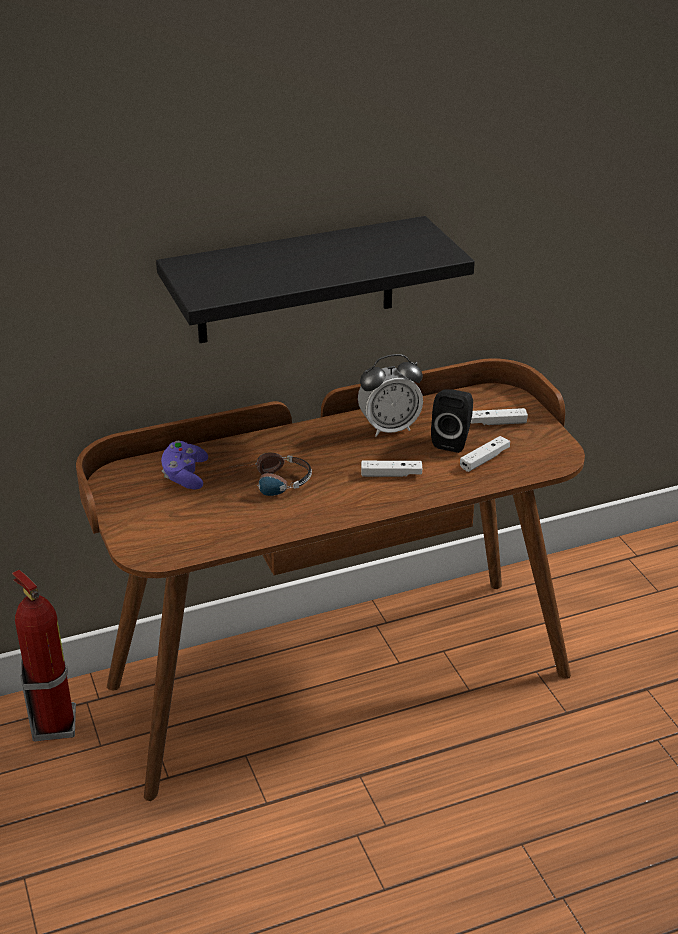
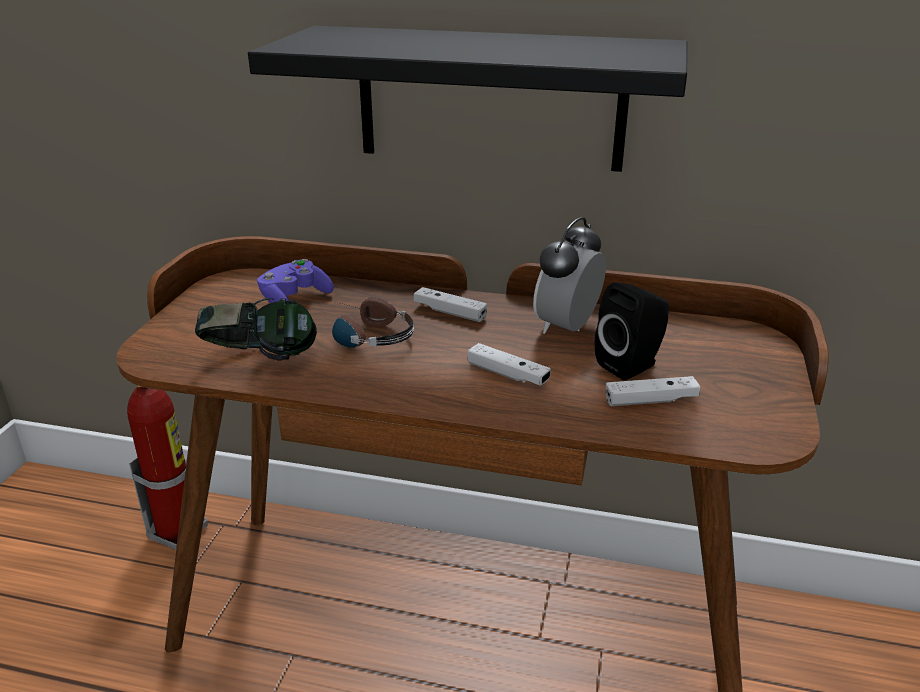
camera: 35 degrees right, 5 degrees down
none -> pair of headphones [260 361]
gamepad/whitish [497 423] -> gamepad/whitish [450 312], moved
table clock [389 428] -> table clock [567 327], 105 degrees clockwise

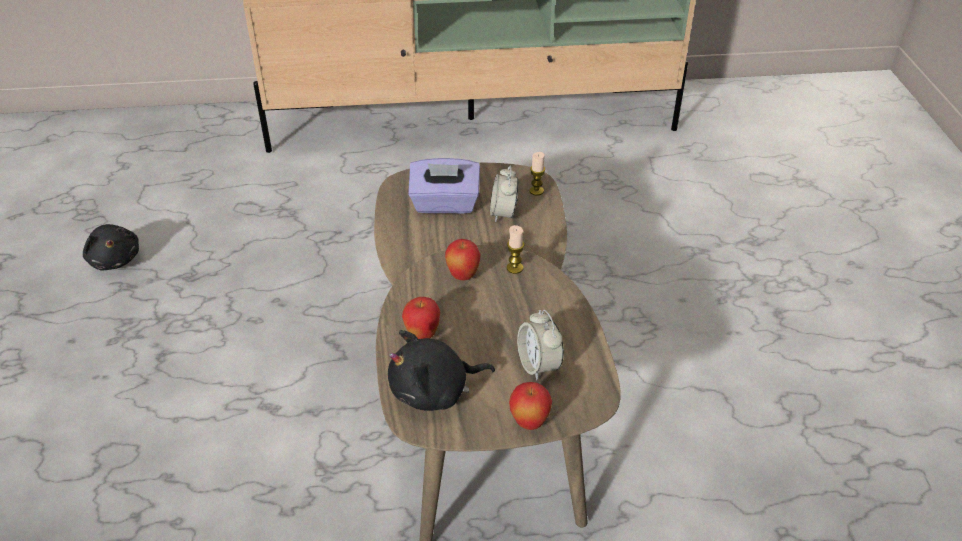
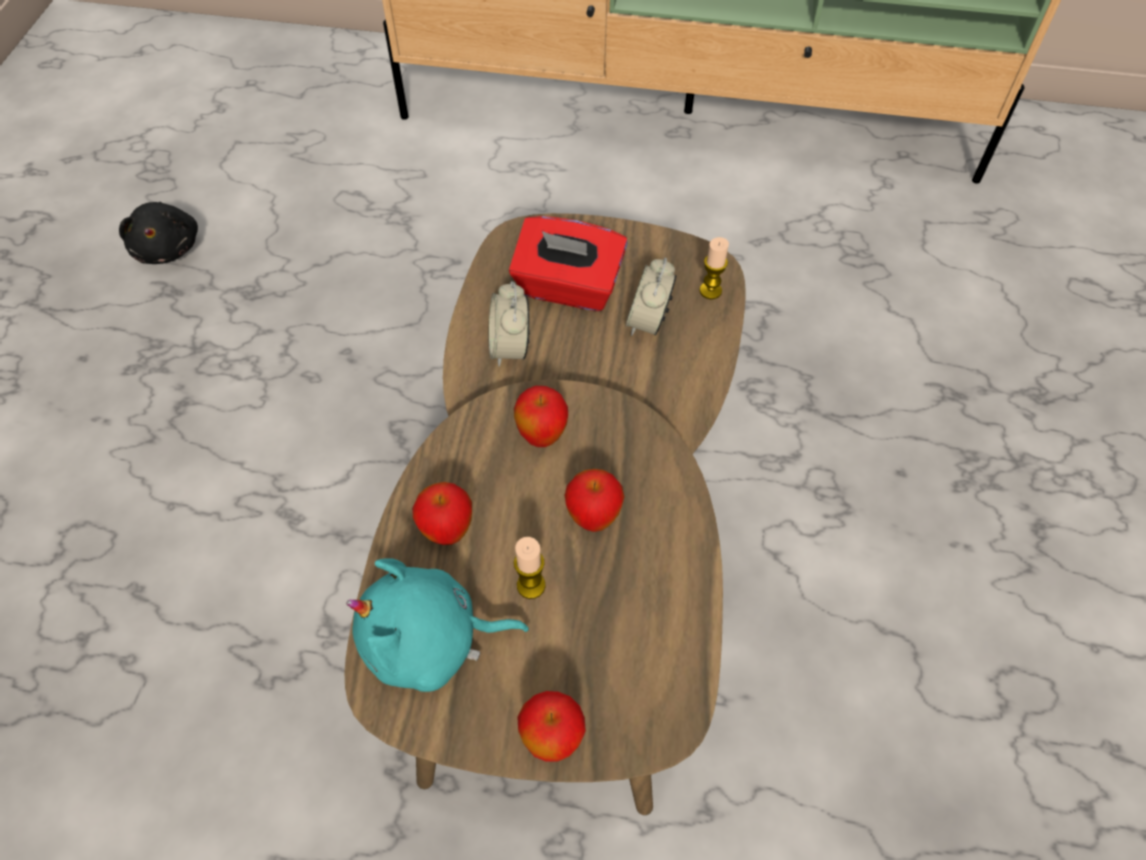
camera: 15 degrees right, 15 degrees up
soft toy/blackish [434 391] -> soft toy/turquoise-coloured [431 642]
table clock [538 365] -> table clock [510 348], moved
box of tissues/purple [445 204] -> box of tissues/red [568 288]
wax light [514 268] -> wax light [531 585], moved
none -> apple fruit [593 518]

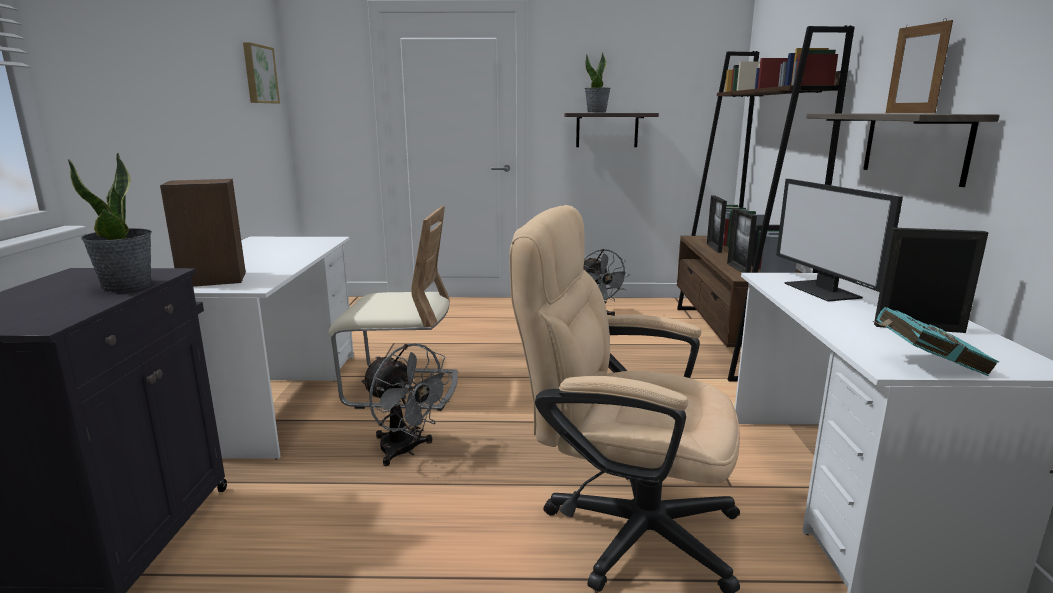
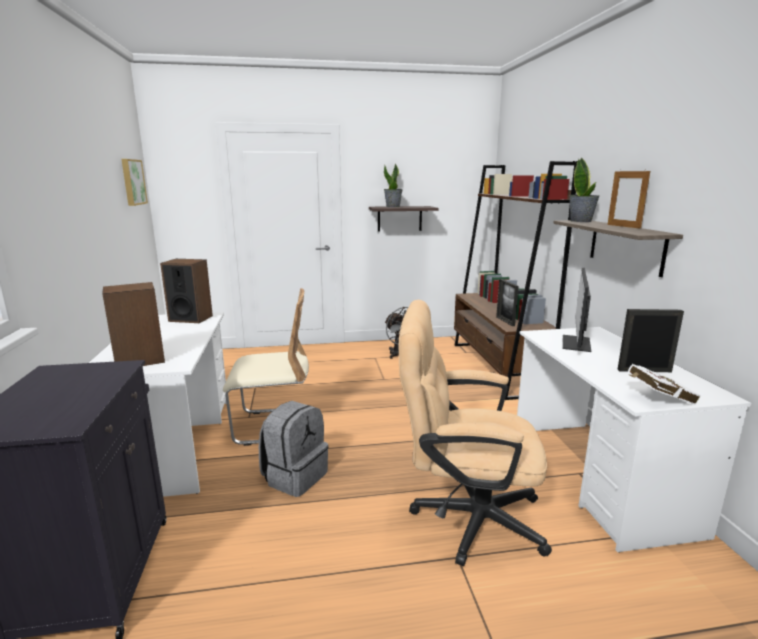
camera: 10 degrees left, 0 degrees up
none -> audio speaker [190 318]
fan/grey [405 451] -> backpack/grey [295 476]
computer screen [823 290] -> computer screen [577 343], 45 degrees clockwise
houseplant [128 286] -> houseplant [581 221], moved
volume/turquoise-coloured [924 363] -> volume/whitish [657 398]
photo frame [714 248] -> none

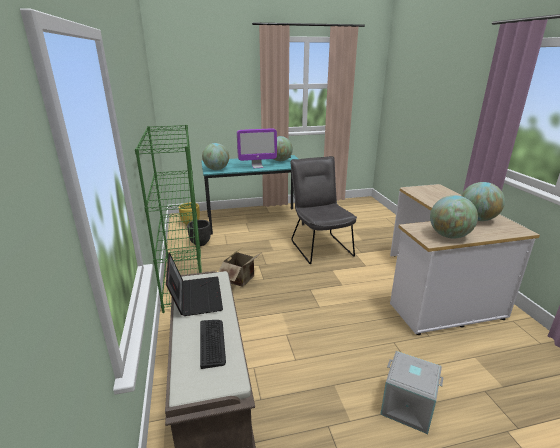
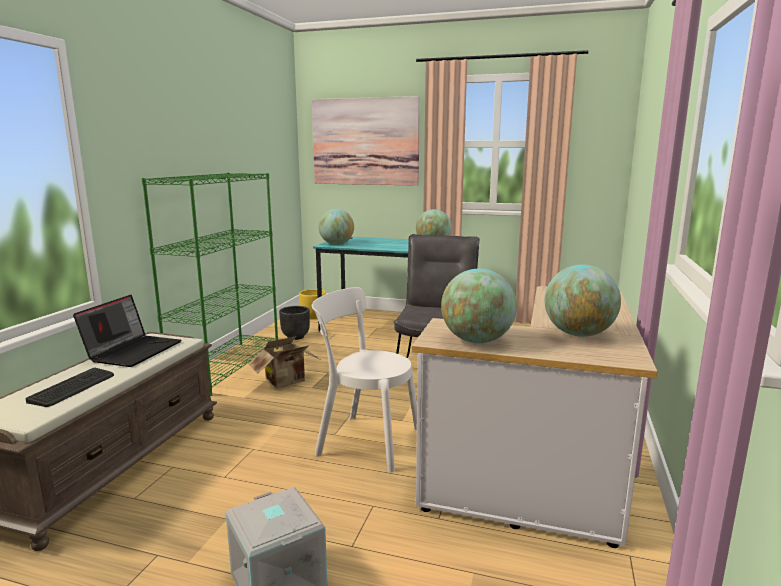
camera: 30 degrees right, 10 degrees down
none -> picture [365 142]
none -> plain chair/whitish [364 441]
computer screen [257 166] -> none

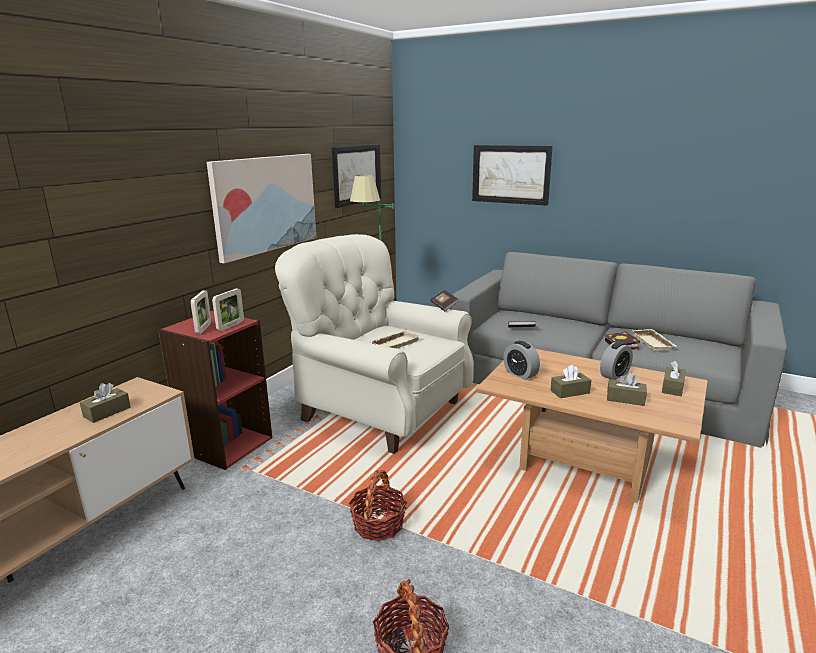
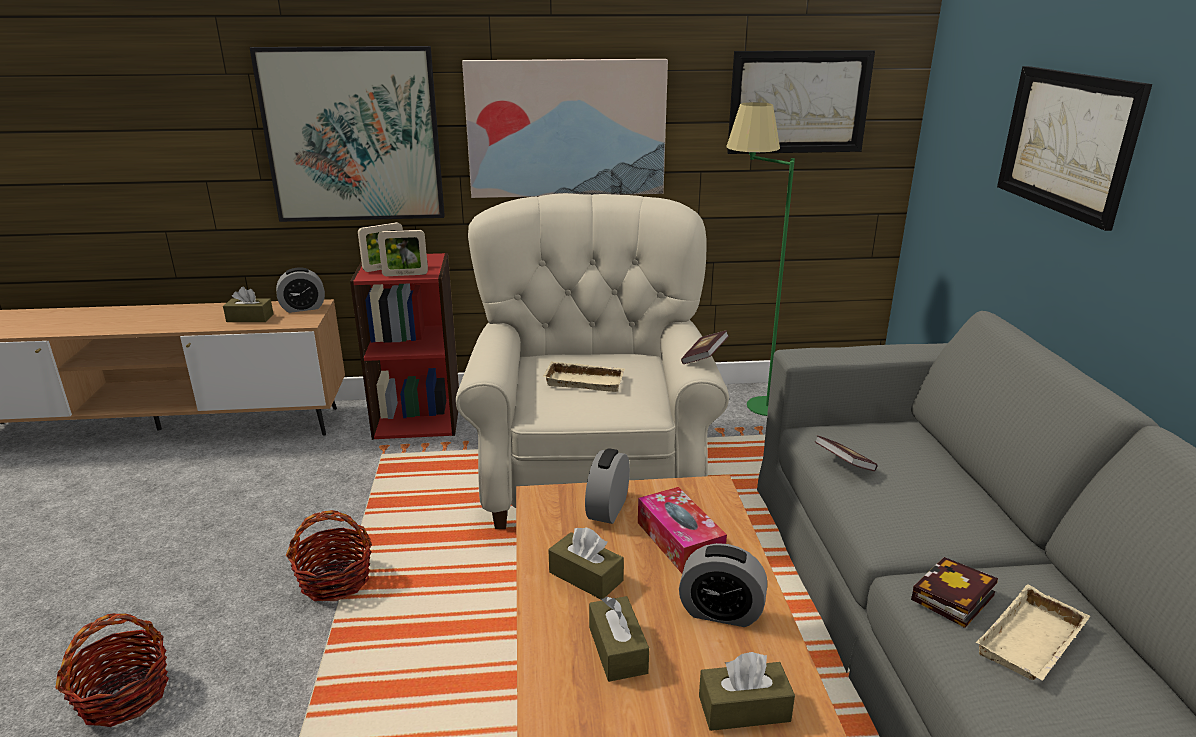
camera: 55 degrees right, 5 degrees up
none -> picture [353 135]
none -> table clock [303 308]
none -> box of tissues [679 541]

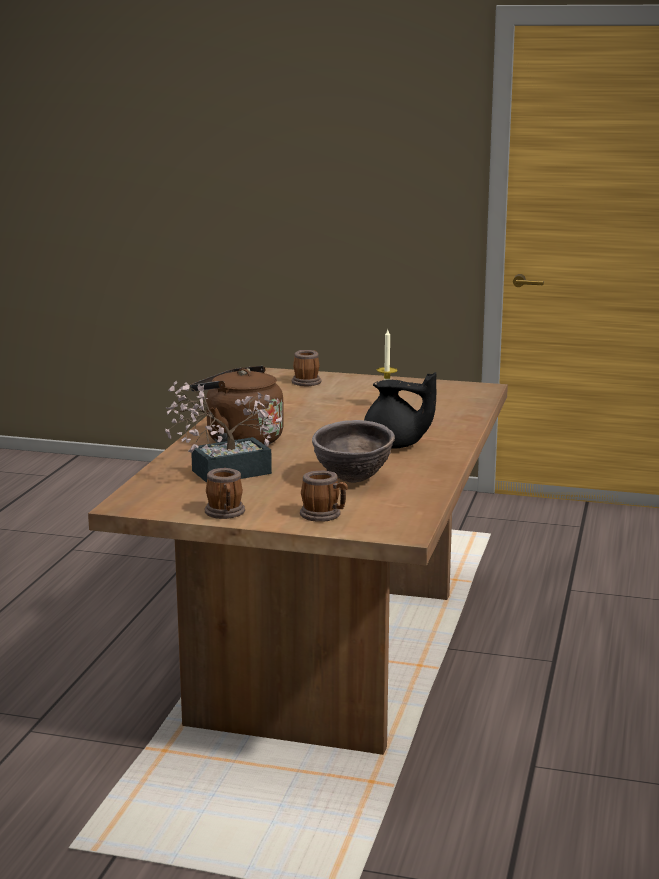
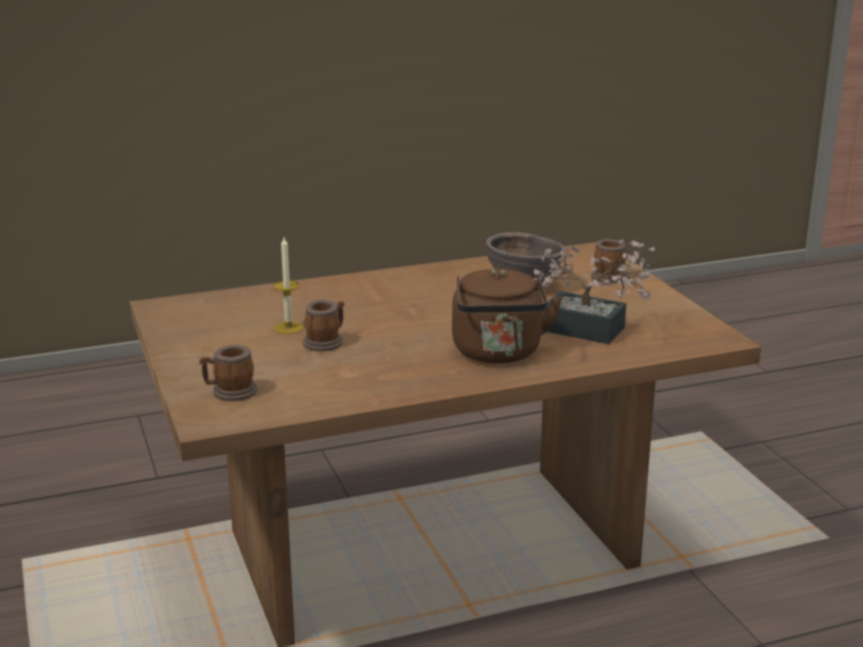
camera: 125 degrees left, 5 degrees up
tea mug [225 513] -> tea mug [326 342], moved
tea pot/blackish [395 445] -> none

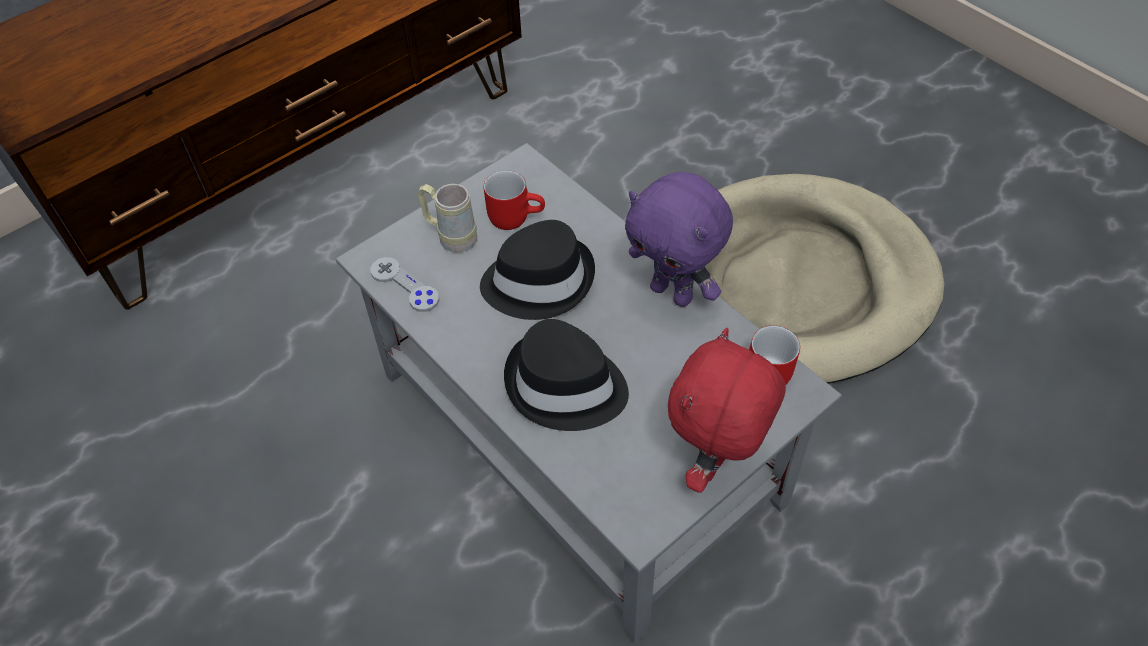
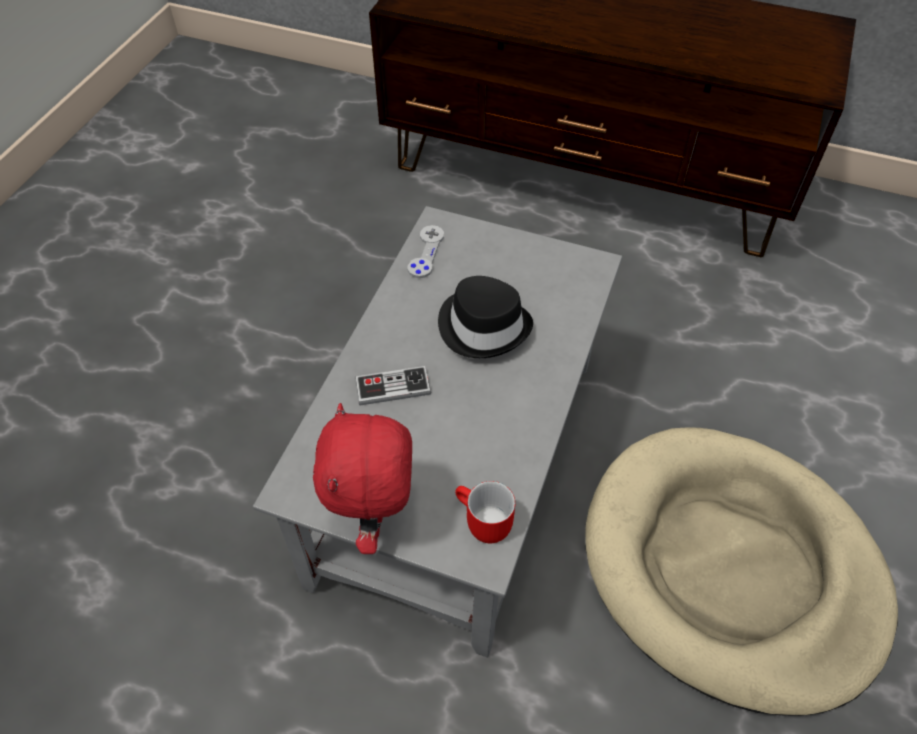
camera: 60 degrees right, 0 degrees up
soft toy/red [715 463] -> soft toy/red [375 519], 90 degrees counterclockwise
wearable hat/blackish [565 386] -> gamepad [393 387]
tea mug/beige [451 237] -> none
tea mug/red [515 215] -> none
soft toy/purple [673 293] -> none

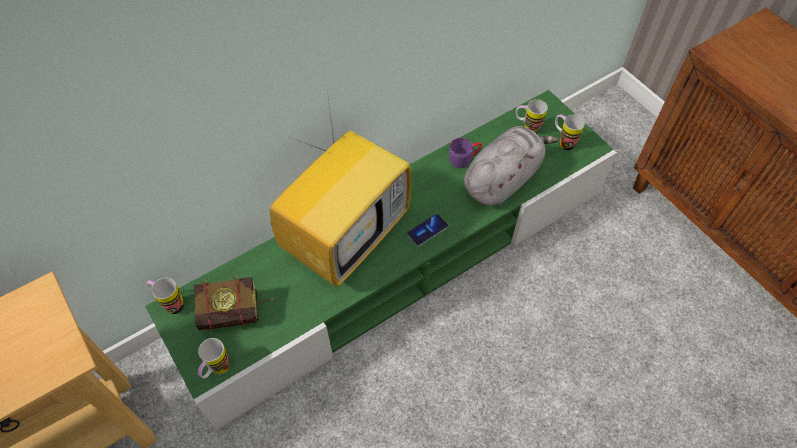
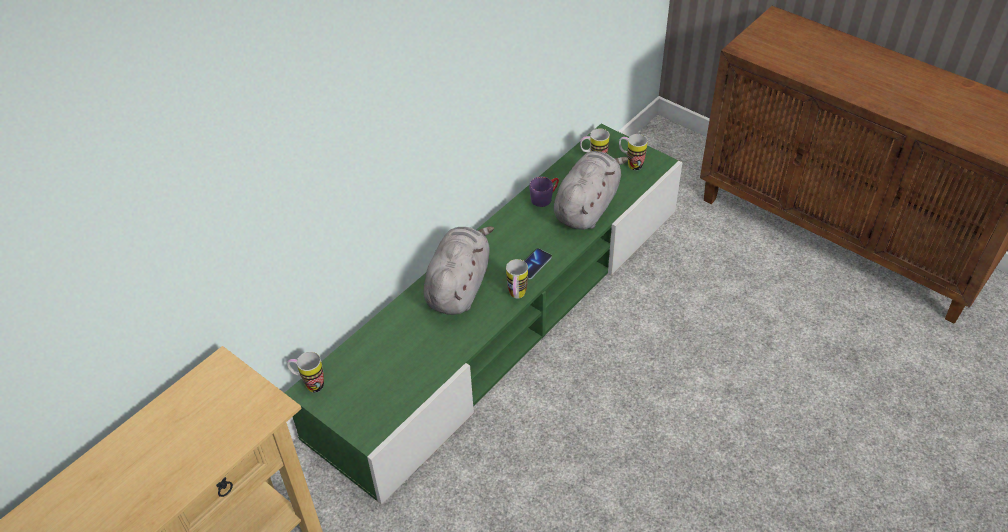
camera: 15 degrees left, 10 degrees down
TV [347 235] -> soft toy/grey [459 286]
tea mug [217 371] -> tea mug [516 296], moved
volume [238 312] -> none

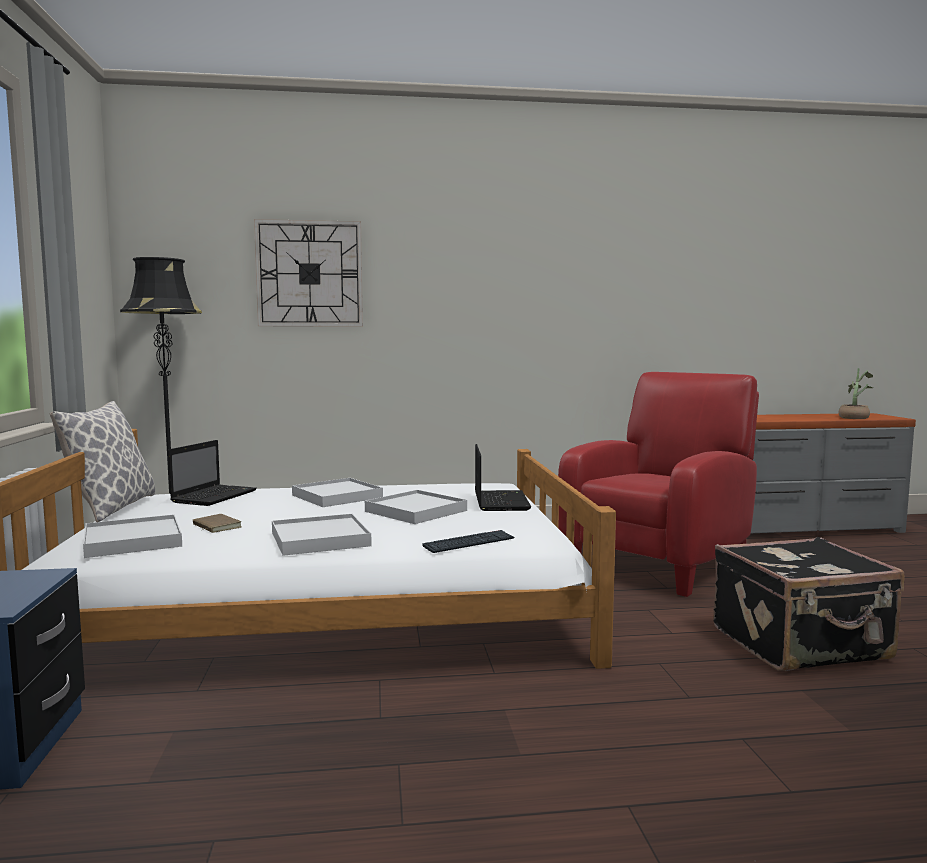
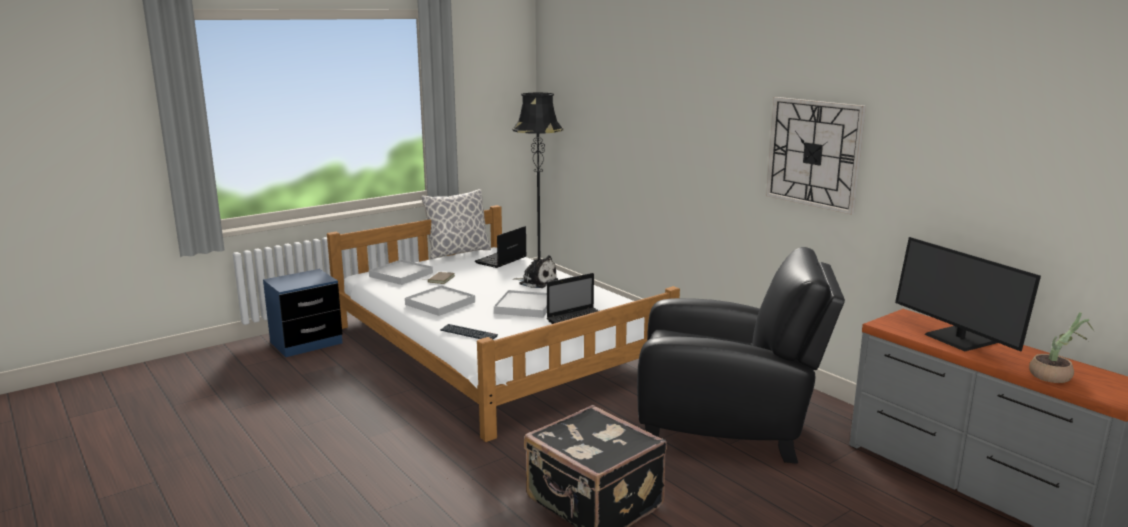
camera: 60 degrees right, 10 degrees up
notebook computer [215 496] -> notebook computer [500 260], 135 degrees clockwise
carrying tray/whitish [336 496] -> soft toy [536 282]
lounge chair/red [661 561] -> lounge chair/blackish [728 427]
wall clock [309 274] -> wall clock [814 153], moved
none -> computer screen [959 339]

